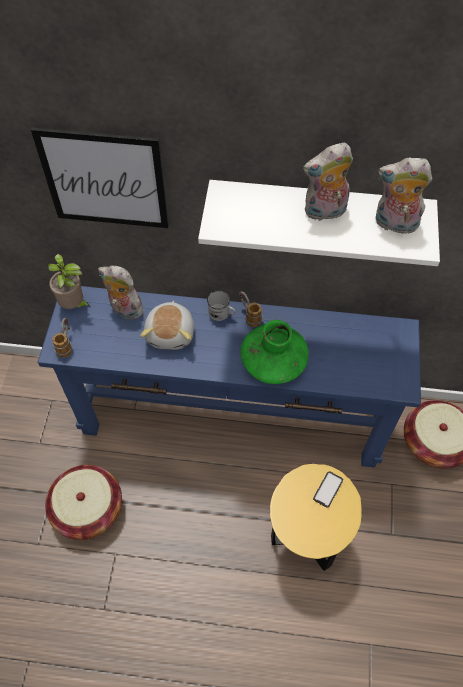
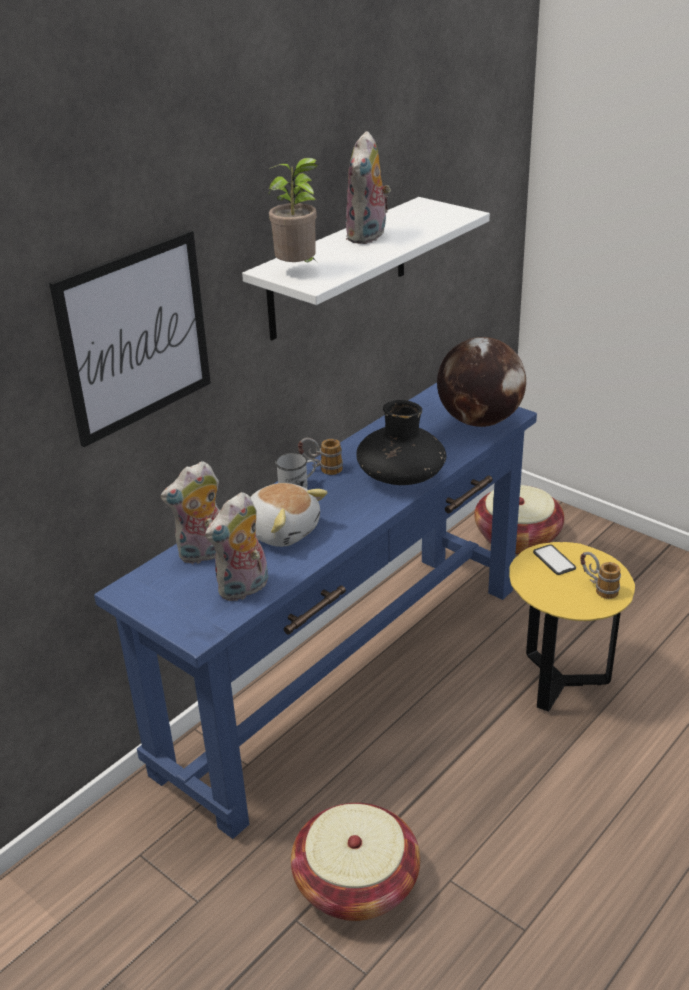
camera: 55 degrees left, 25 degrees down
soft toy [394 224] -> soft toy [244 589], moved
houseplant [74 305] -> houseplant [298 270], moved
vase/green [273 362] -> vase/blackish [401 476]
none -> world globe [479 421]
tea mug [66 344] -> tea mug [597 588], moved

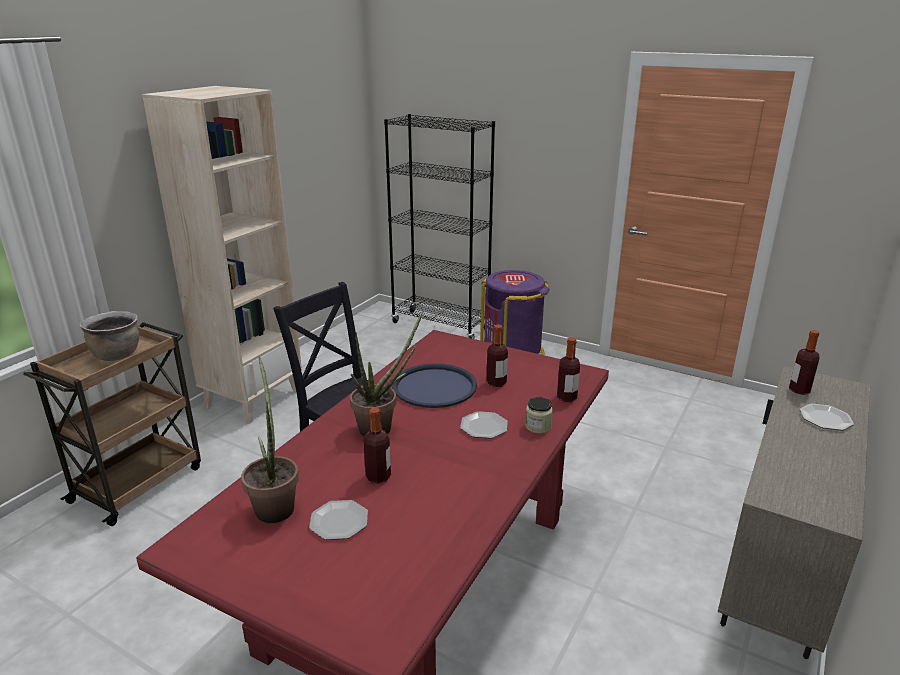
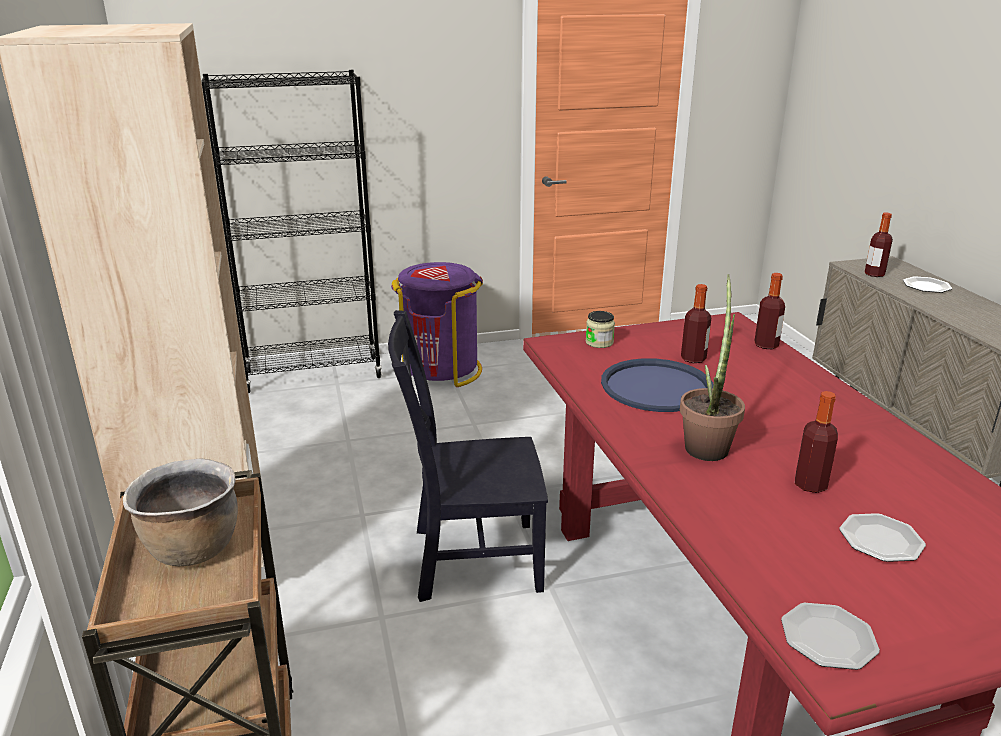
camera: 45 degrees left, 0 degrees up
storage jar [538 426] -> storage jar [599 342], moved
flat dish [483 427] -> flat dish [828 639], moved
houseplant [275 504] -> none

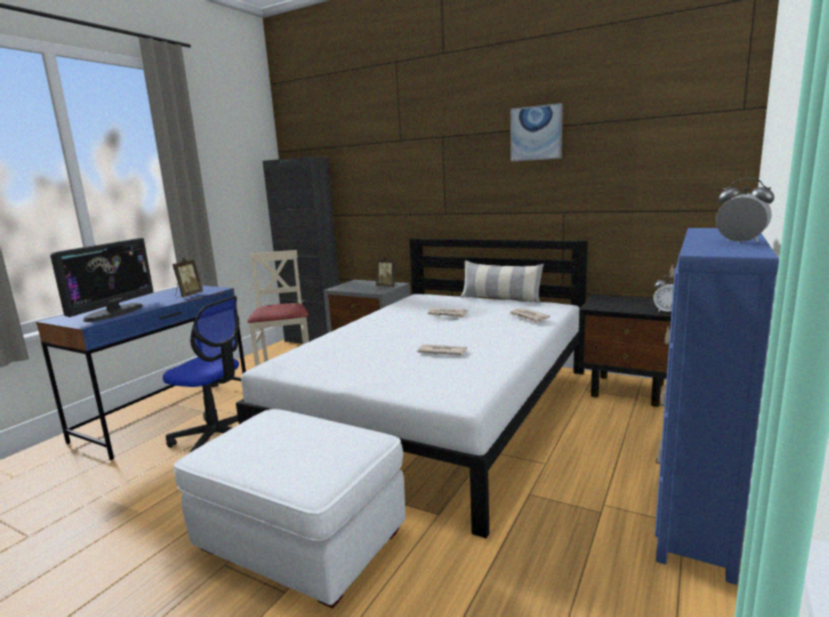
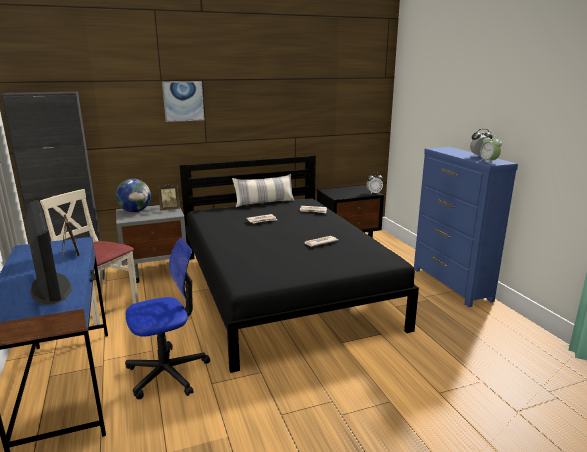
camera: 50 degrees left, 5 degrees up
none -> world globe [135 211]
picture [536 133] -> picture [183 101], moved
bedroom bed/whitish [440 411] -> bedroom bed/blackish [283 289]
none -> table clock [488 162]
pouffe/whitish [302 541] -> none

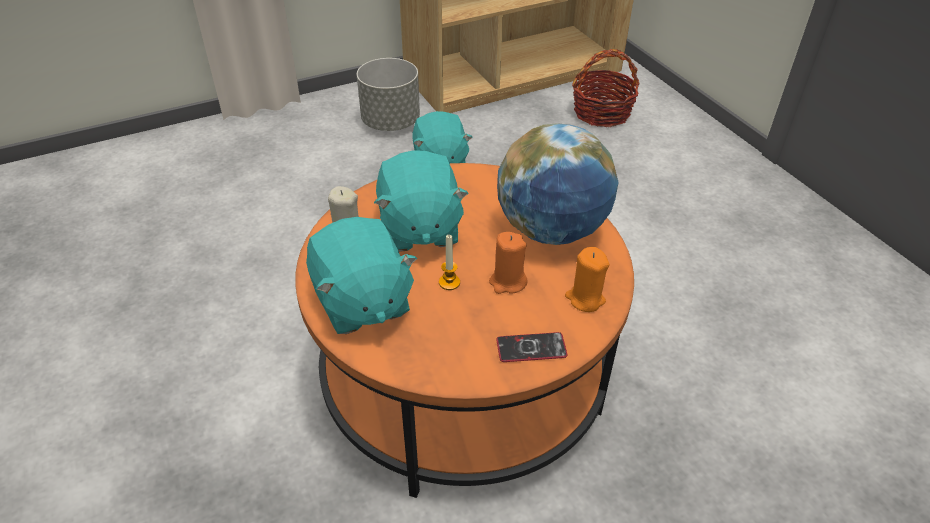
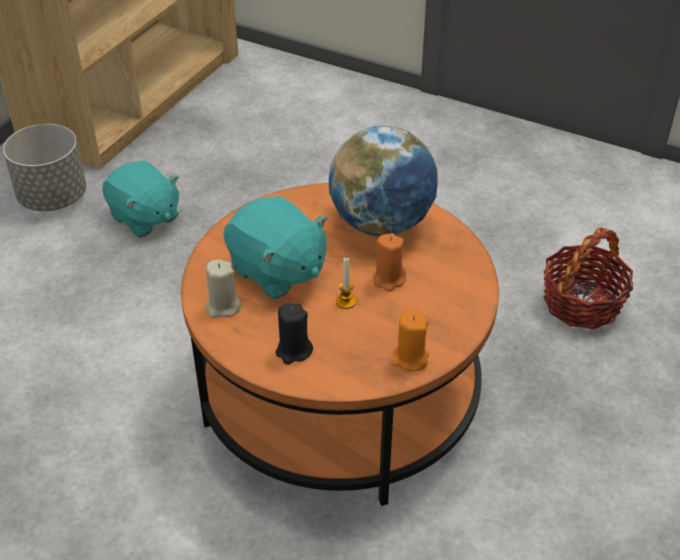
camera: 35 degrees left, 0 degrees up
soft toy/turquoise-coloured [361 302] -> wax light/blackish [293 351]
wax light/orange [585 299] -> wax light/orange [410 359], moved
storage basket [601 113] -> storage basket [581 303], moved
telephone [531 348] -> none

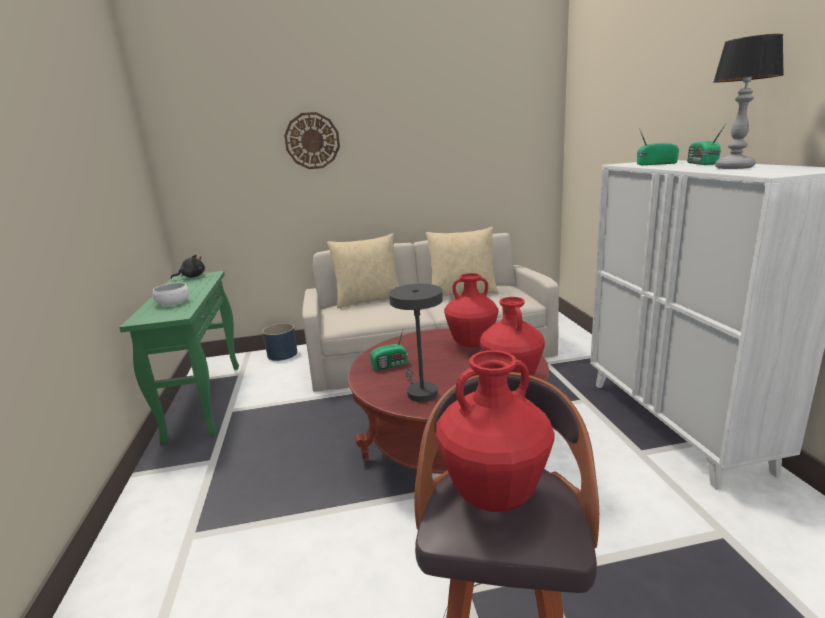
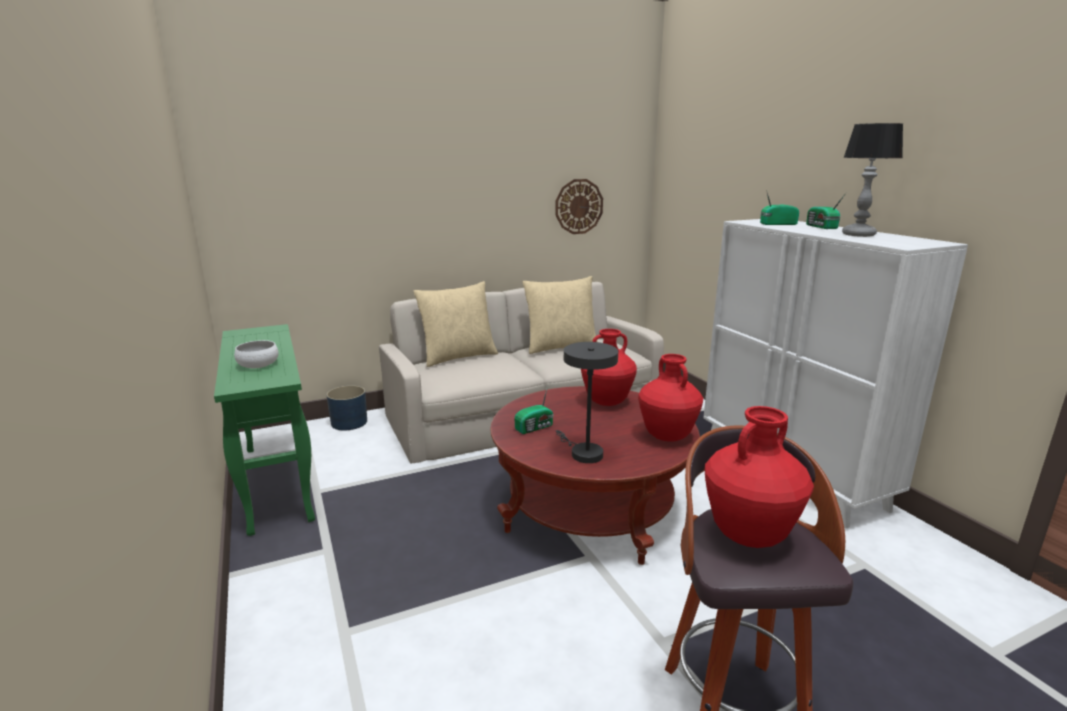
camera: 15 degrees left, 0 degrees up
wall clock [312 141] -> wall clock [578 206], moved
soft toy/blackish [192 277] -> none

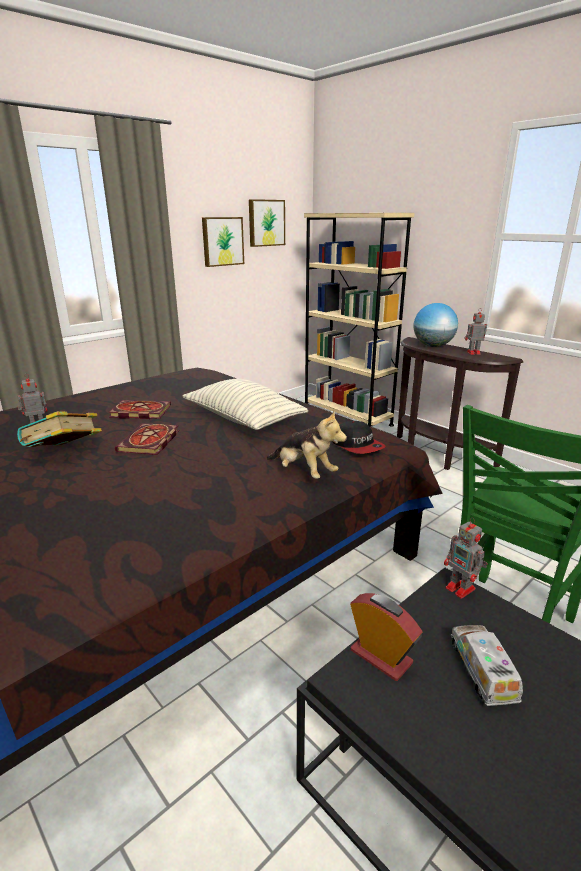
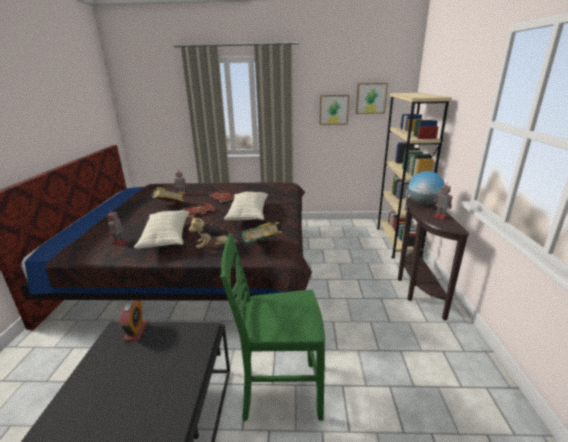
camera: 45 degrees right, 0 degrees up
toy robot [461 589] -> toy robot [118 242], moved
none -> throw pillow [166 238]
soft toy [304 472] -> soft toy [215 247], 75 degrees clockwise
cap [357 445] -> volume [263 246]
toy truck [482 671] -> none

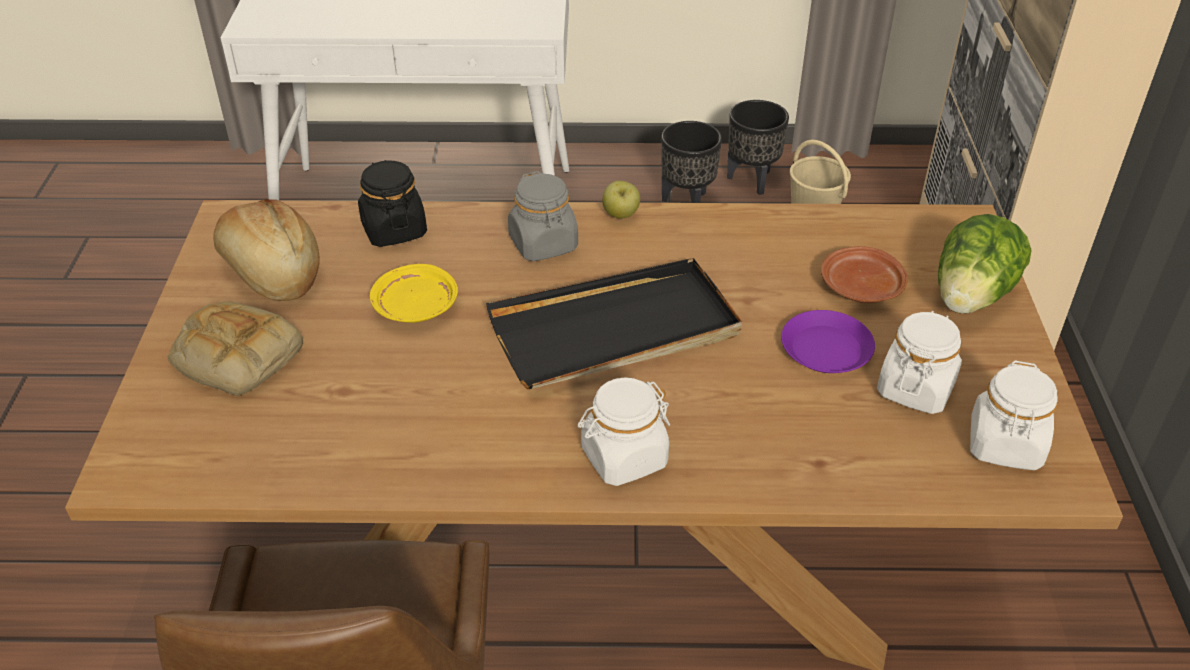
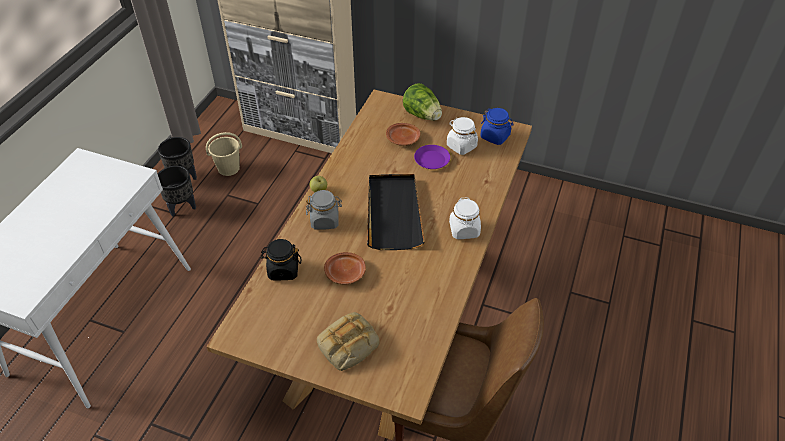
camera: 70 degrees left, 5 degrees up
flat dish/yellow-coloured [415 307] -> flat dish/brownish [345 273]
storage jar/whitish [1005 445] -> storage jar/blue-coloured [495 136]
bakery bread [270 272] -> none

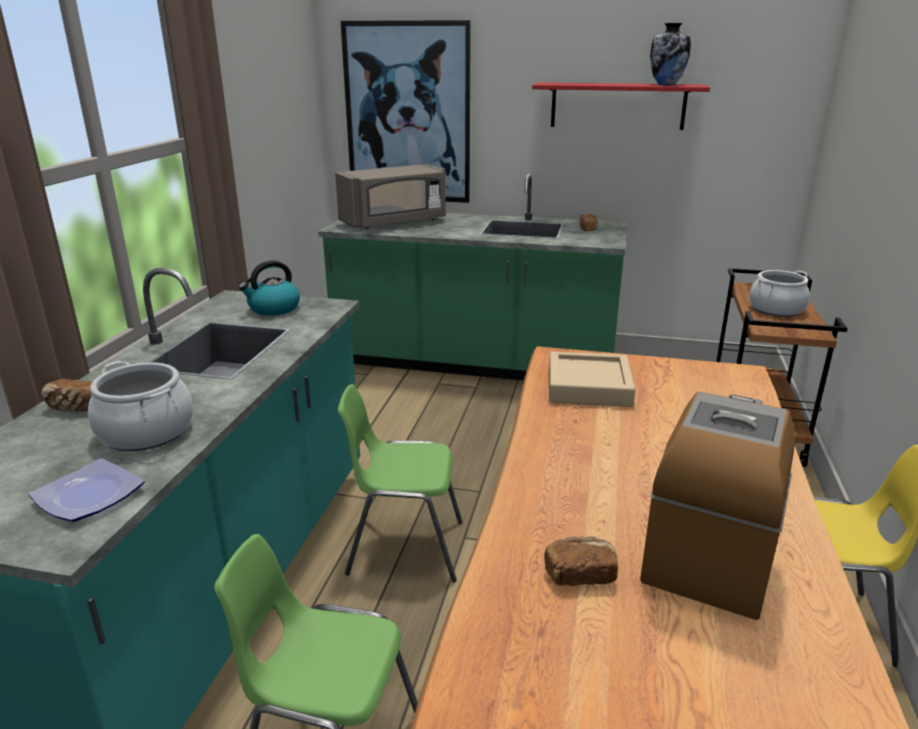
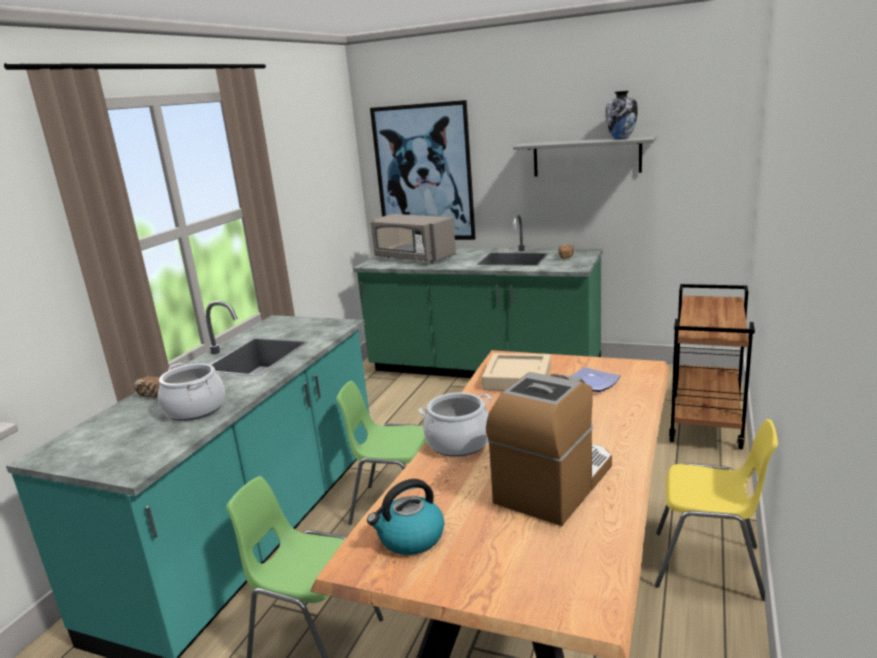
camera: 10 degrees right, 5 degrees down
water kettle [273 309] -> water kettle [410 538], moved
microwave/grey [394 222] -> microwave/grey [413 258], 60 degrees clockwise
stockpot [776 309] -> stockpot [458 443], moved
shelf/red [617 106] -> shelf/grey [586 157]
flat dish [92 496] -> flat dish [593 383], moved
bakery bread [579 574] -> none

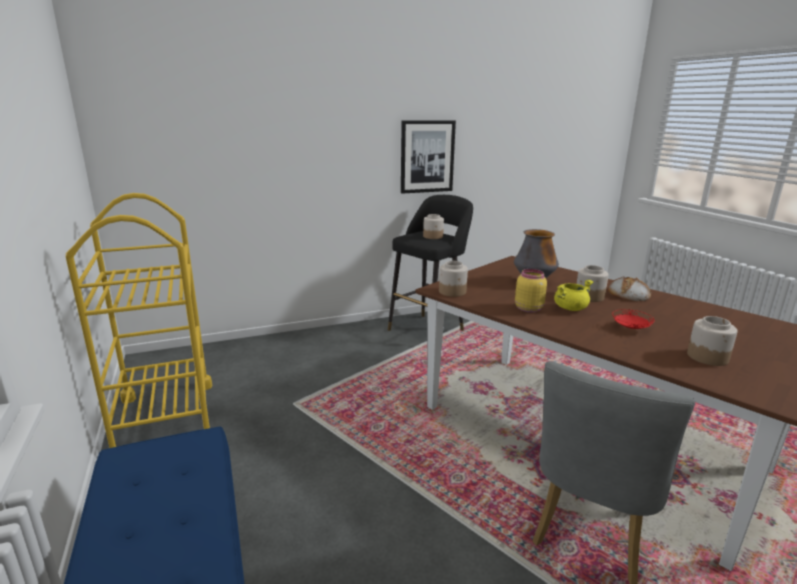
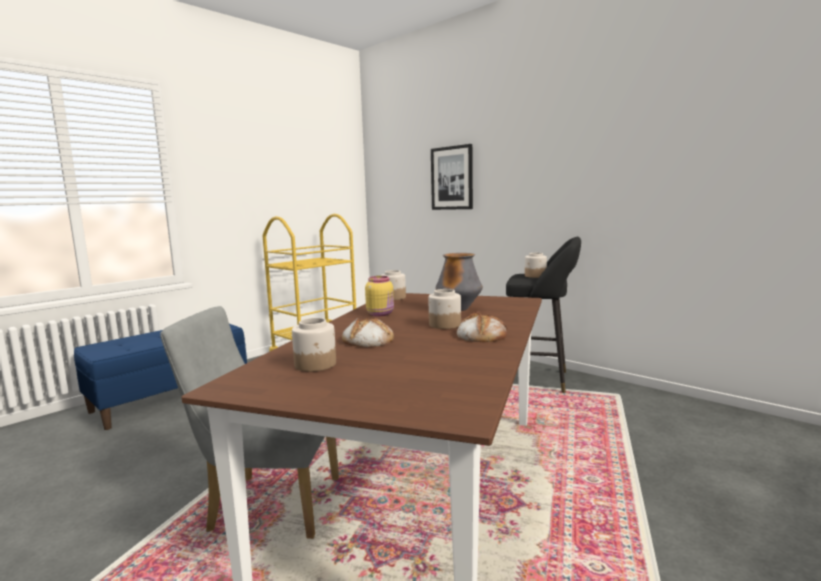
camera: 65 degrees right, 10 degrees down
flat dish/red [631 328] -> bakery bread [367 340]
picture [427 156] -> picture [452 178], moved
stockpot/yellow-coloured [570 308] -> none

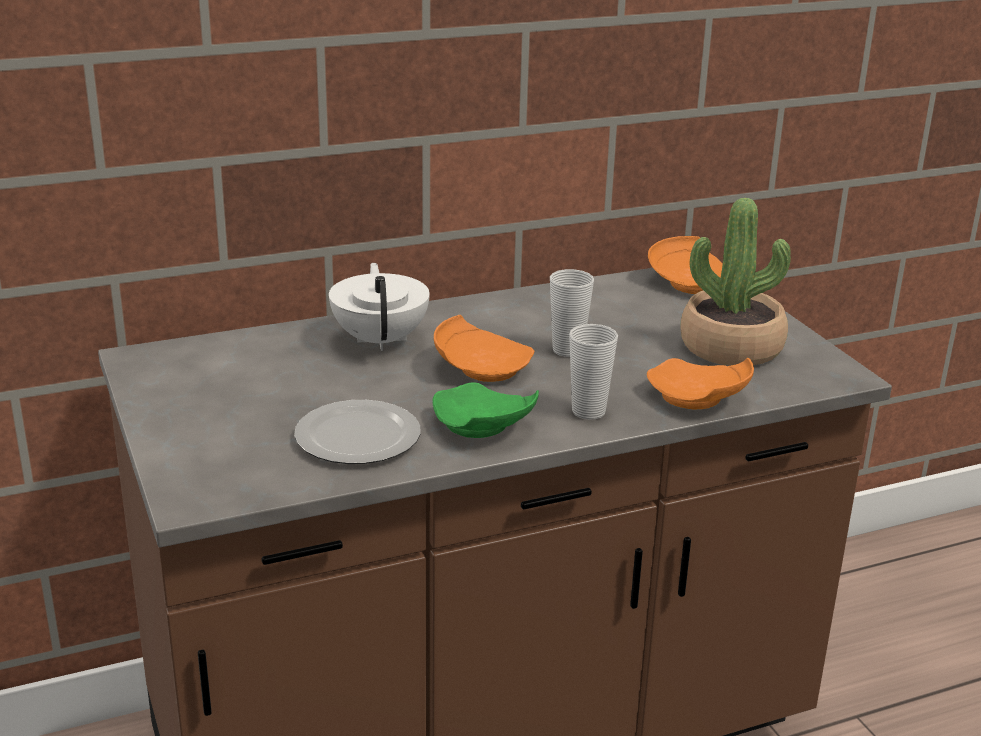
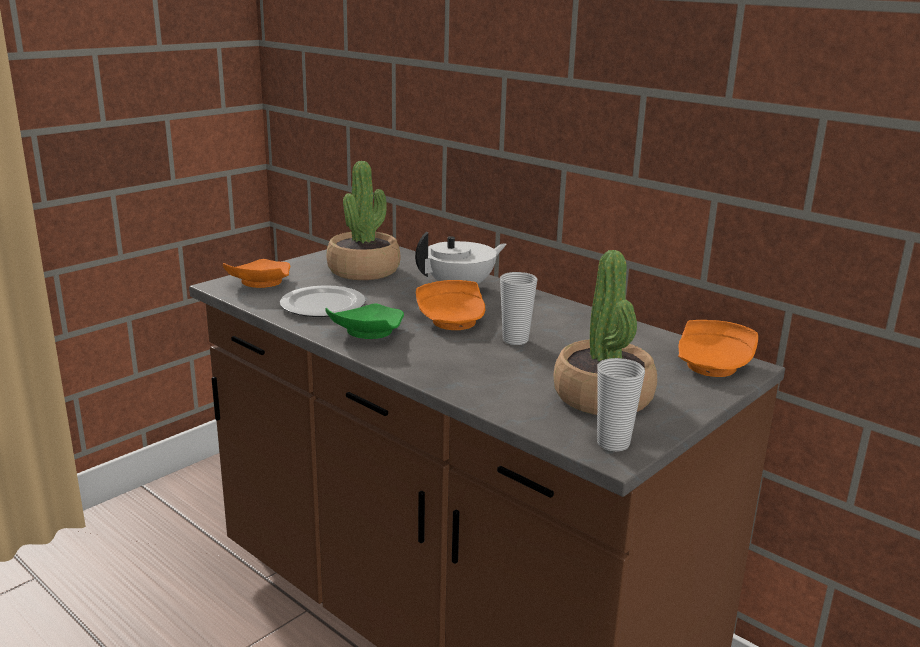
camera: 65 degrees right, 5 degrees down
flat dish/orange [698 399] -> flat dish/orange [259 284], moved
none -> houseplant [364 270]
cup [588 411] -> cup [613 443], moved

